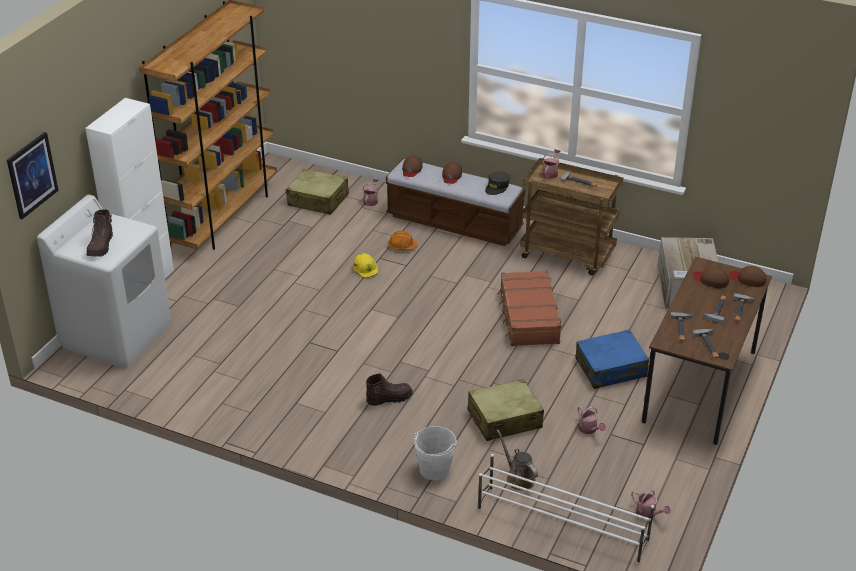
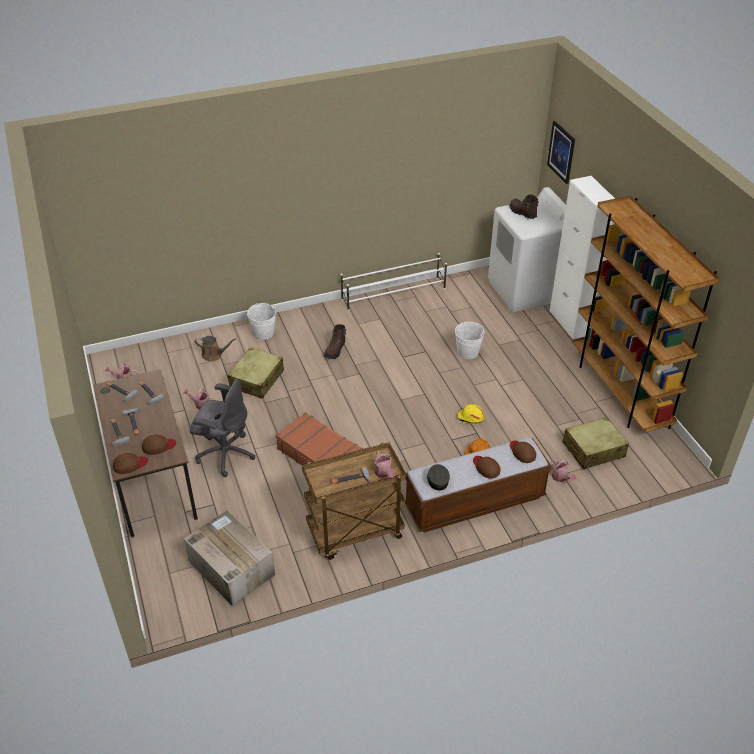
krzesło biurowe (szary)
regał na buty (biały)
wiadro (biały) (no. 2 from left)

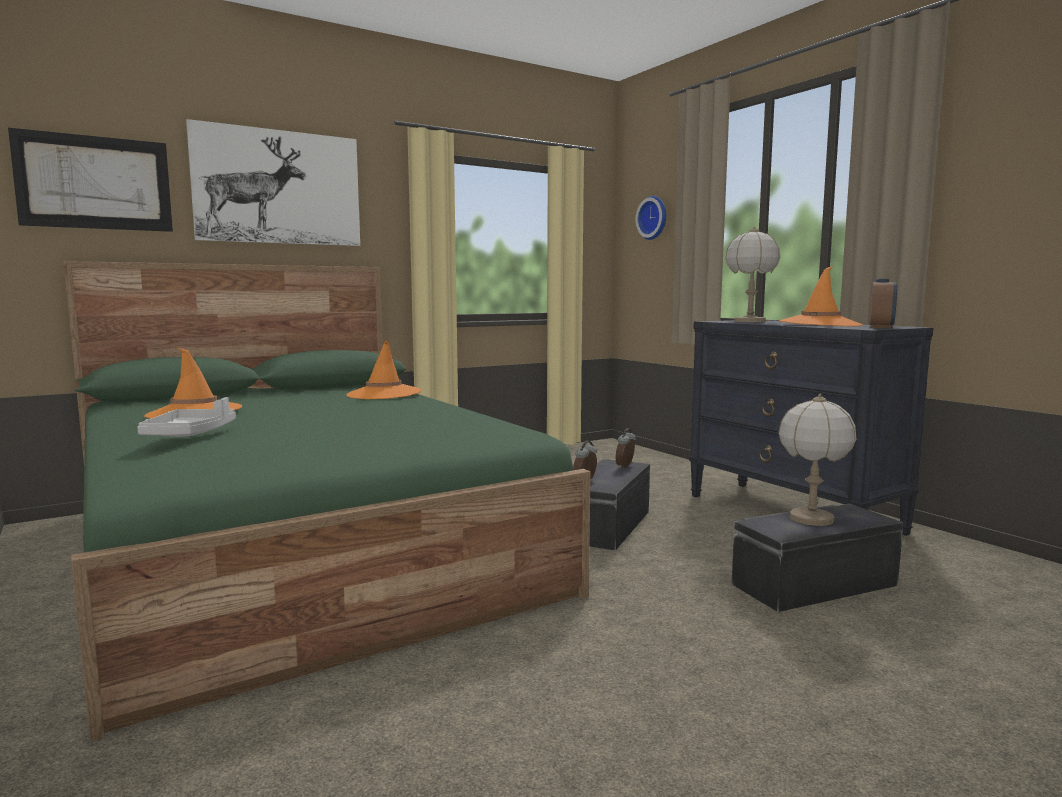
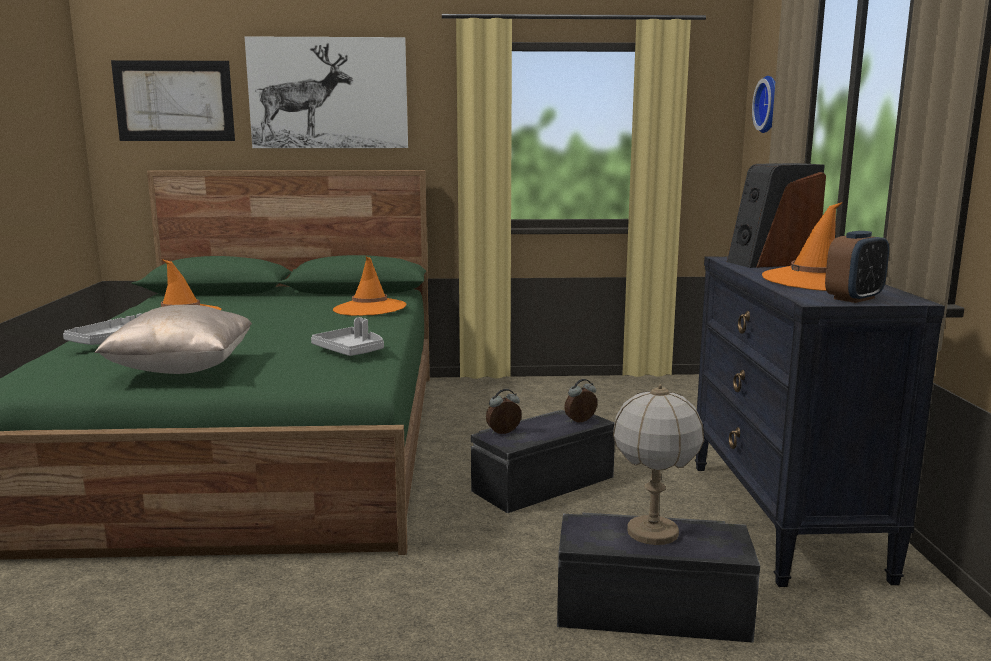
poduszka (beżowy)
taca (szary) (no. 2 from left)
głośnik

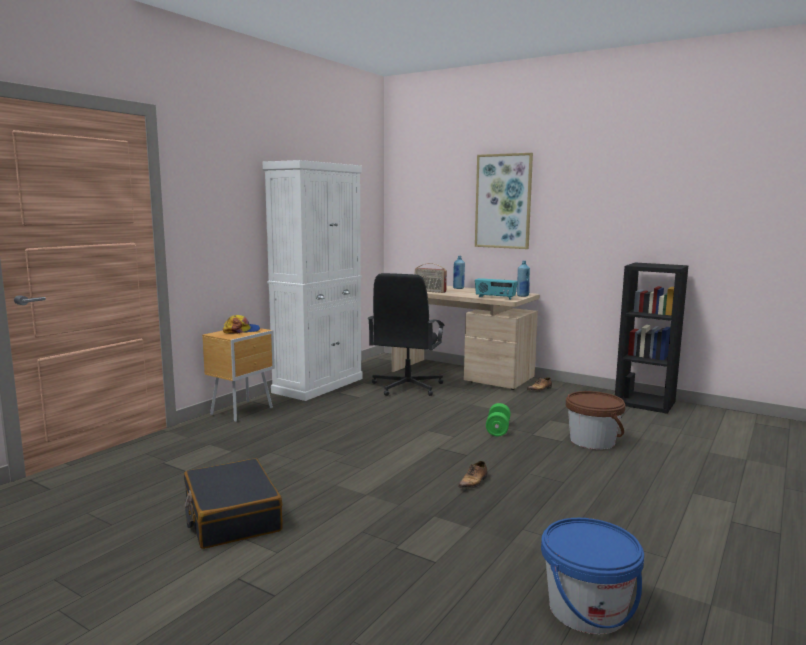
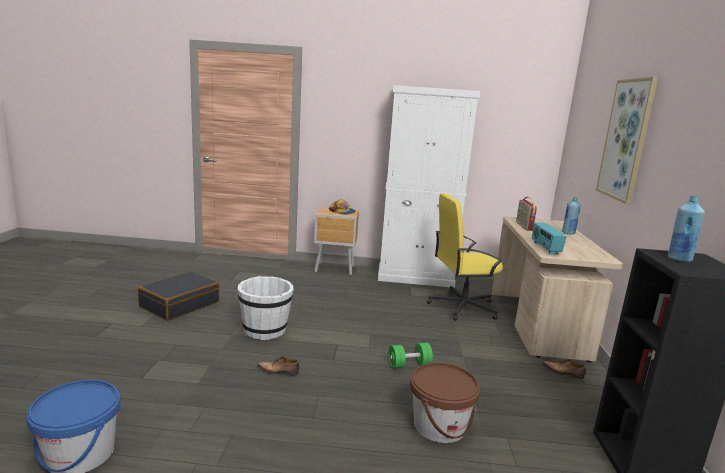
wiadro (biały)
krzesło biurowe (żółty)
butelka (niebieski) (no. 2 from left)

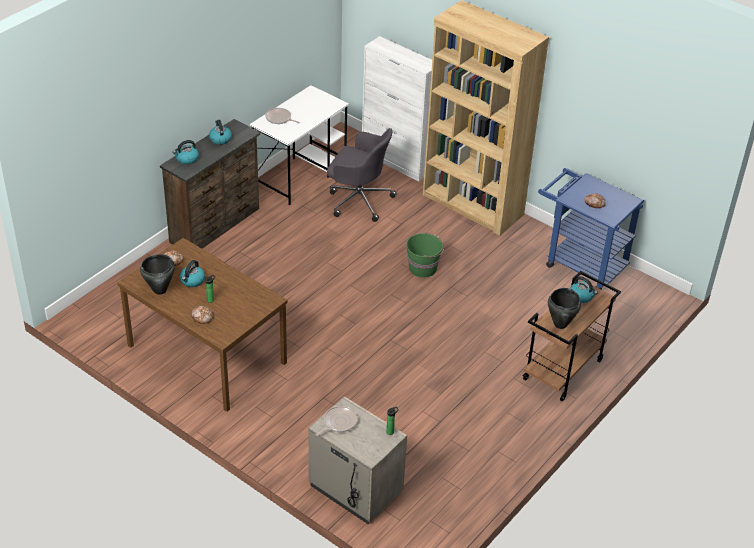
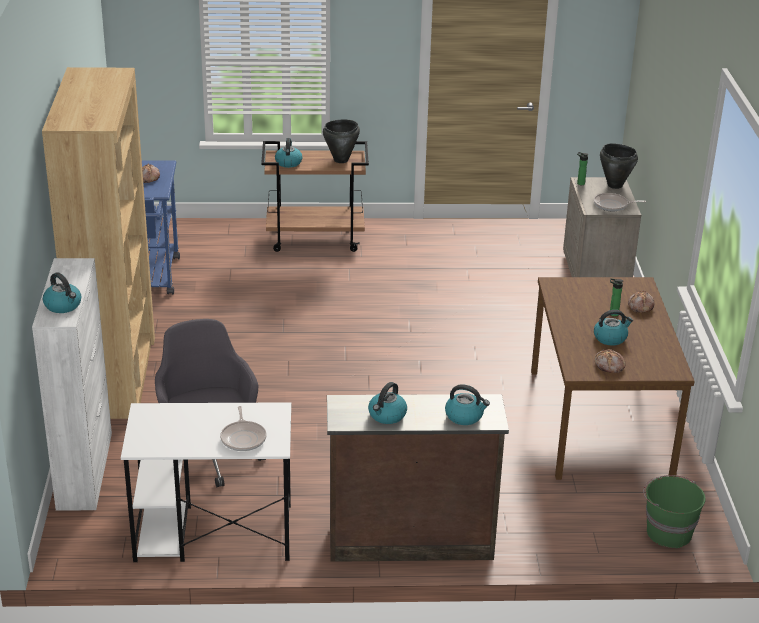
czajnik (no. 1 from left)
garnek (czarny) (no. 2 from left)
wiadro (zielony)

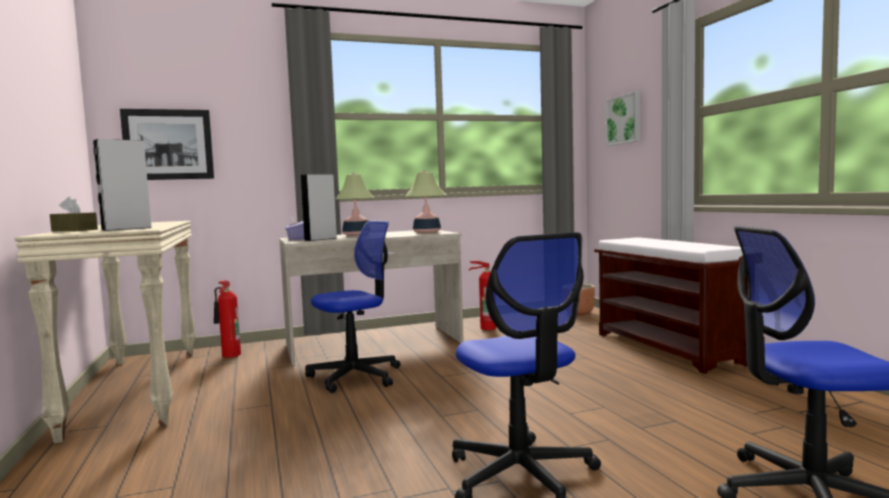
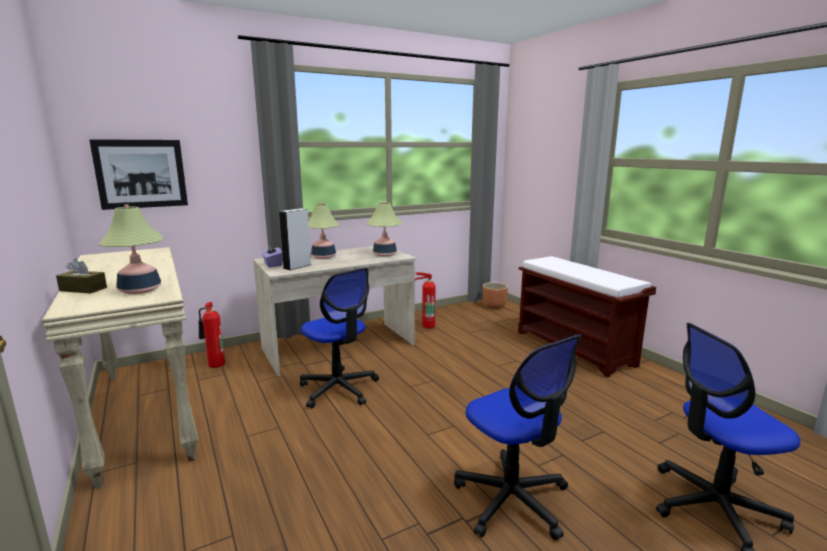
lampa stołowa (no. 1 from left)
krzesło biurowe (no. 1 from left)
obraz (no. 2 from left in the first image)

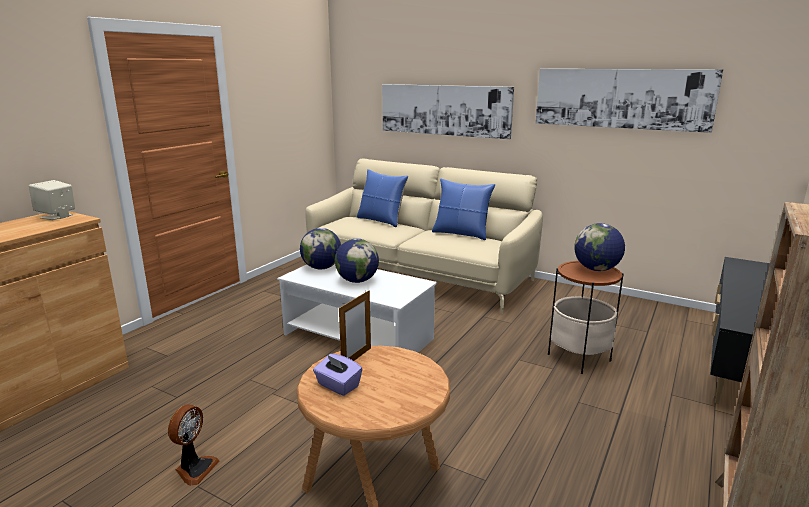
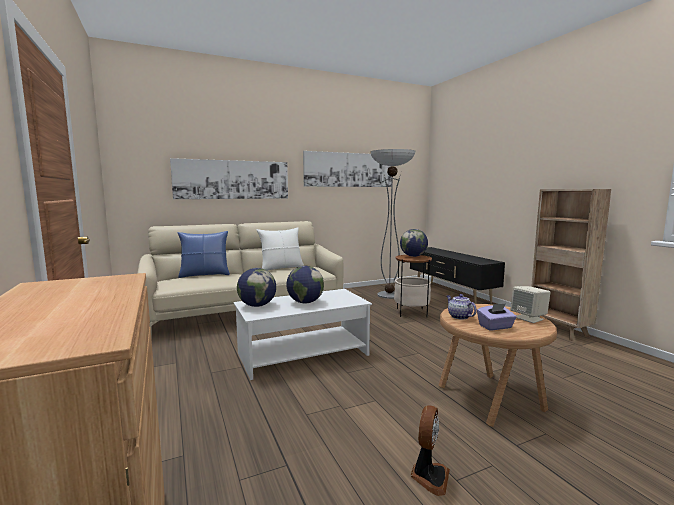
poduszka (biały)
lampa stojąca
wentylator
imbryk
głośnik (beżowy)

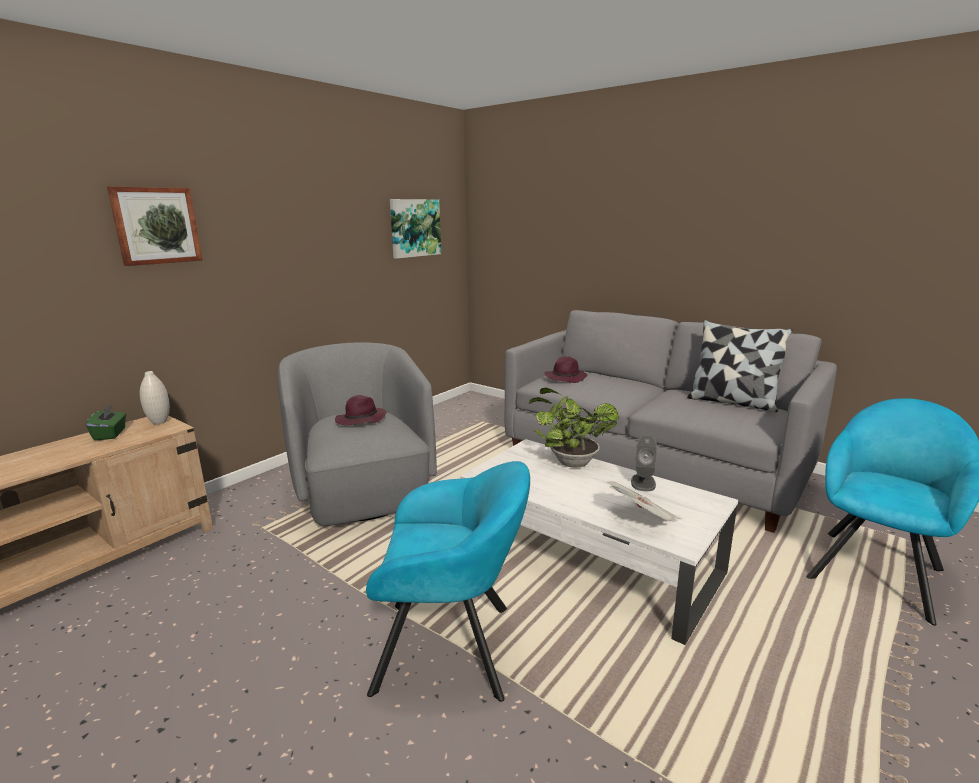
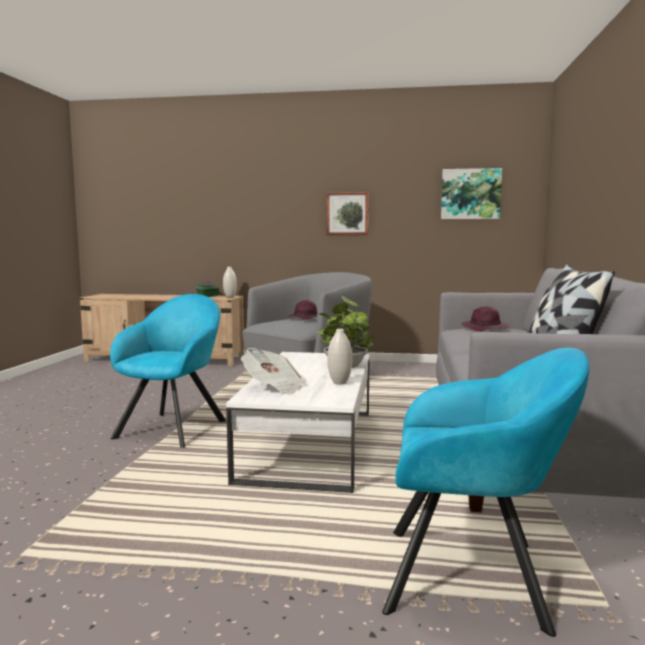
fotel (turkusowy) (no. 1 from left)
obraz (no. 1 from left)
wazon (biały) (no. 2 from left)

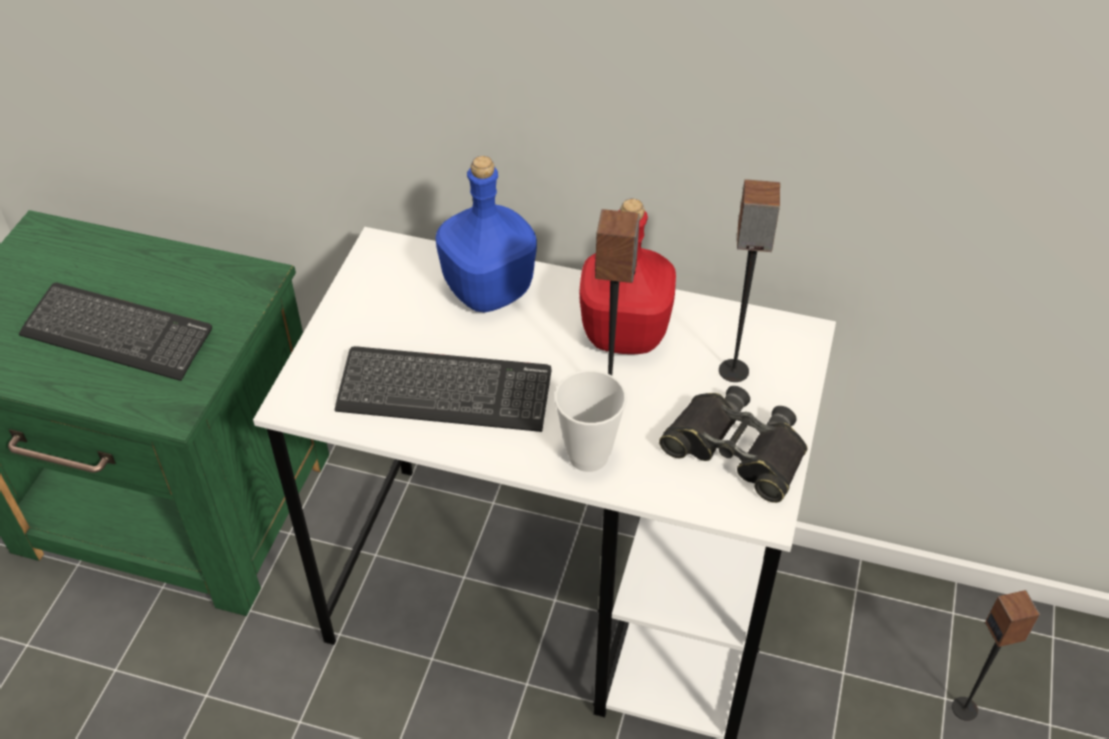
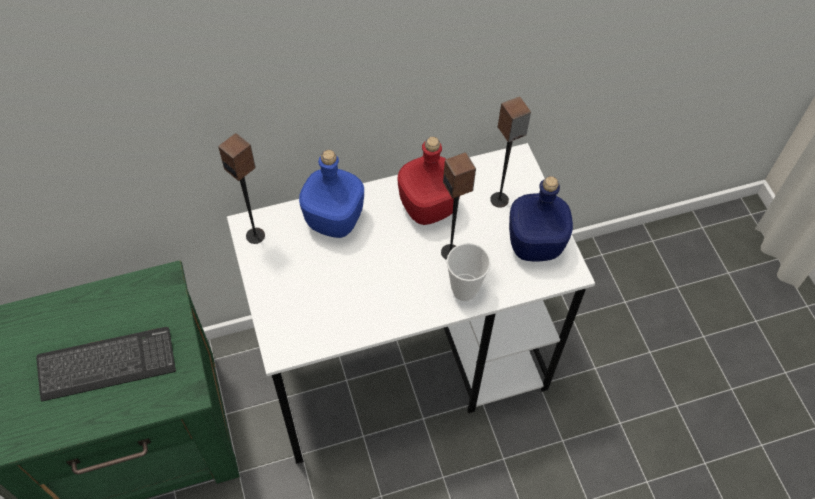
głośnik (no. 1 from left)
butelka (niebieski) (no. 2 from left)
klawiatura (no. 2 from left in the first image)

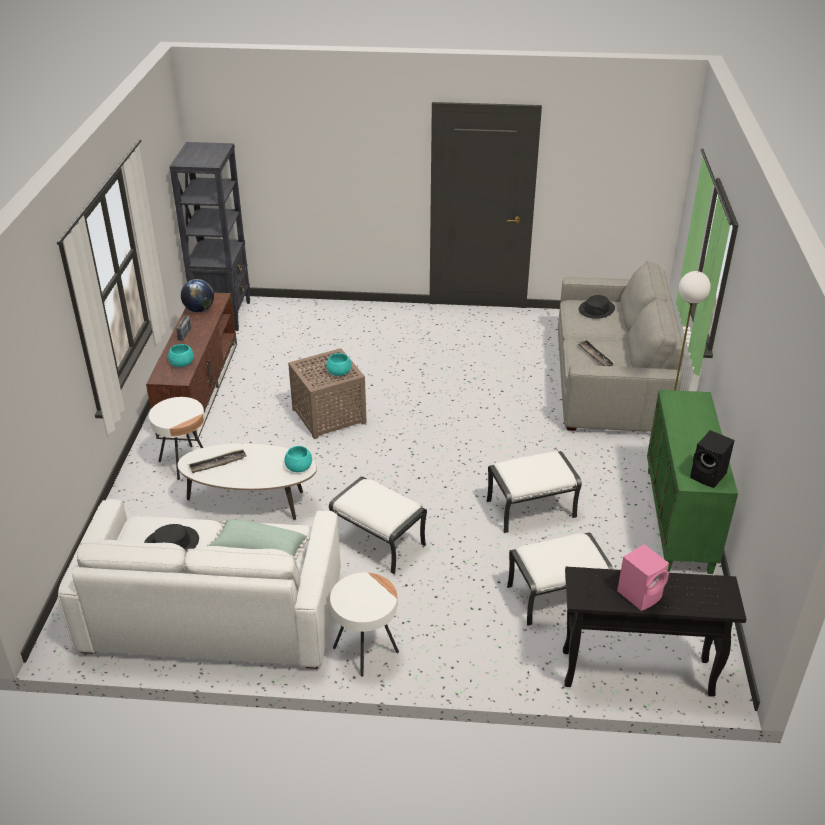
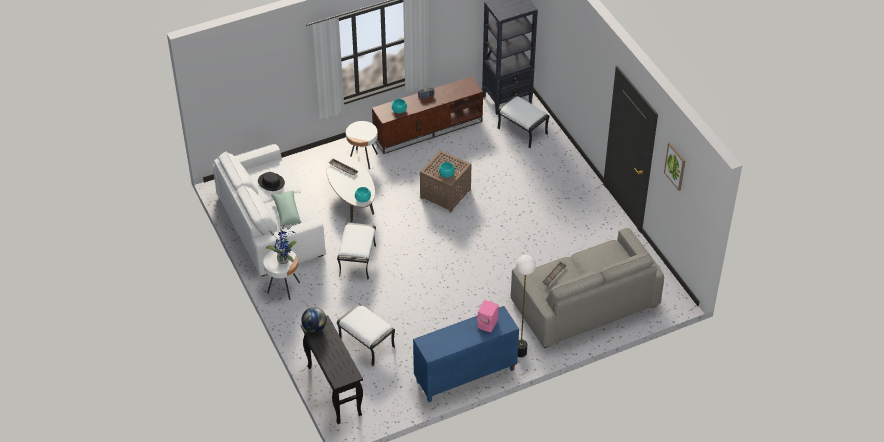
roślina doniczkowa
globus
szafka (niebieski)
głośnik (różowy)
pufa (biały) (no. 3 from left)
obraz
kapelusz (czarny) (no. 2 from left in the first image)
głośnik (czarny)

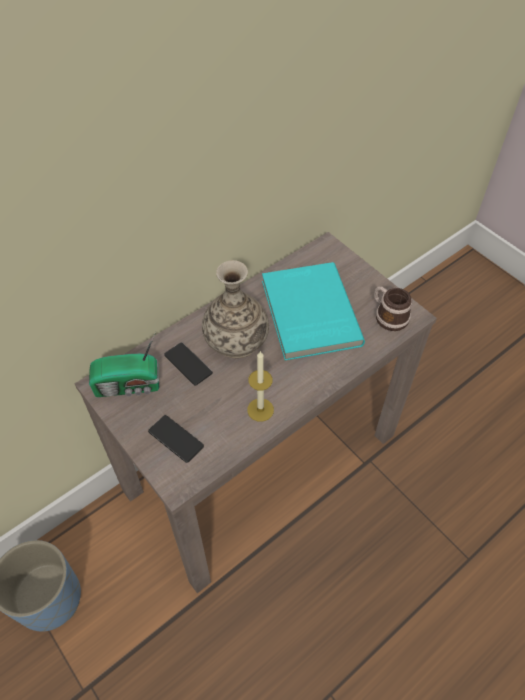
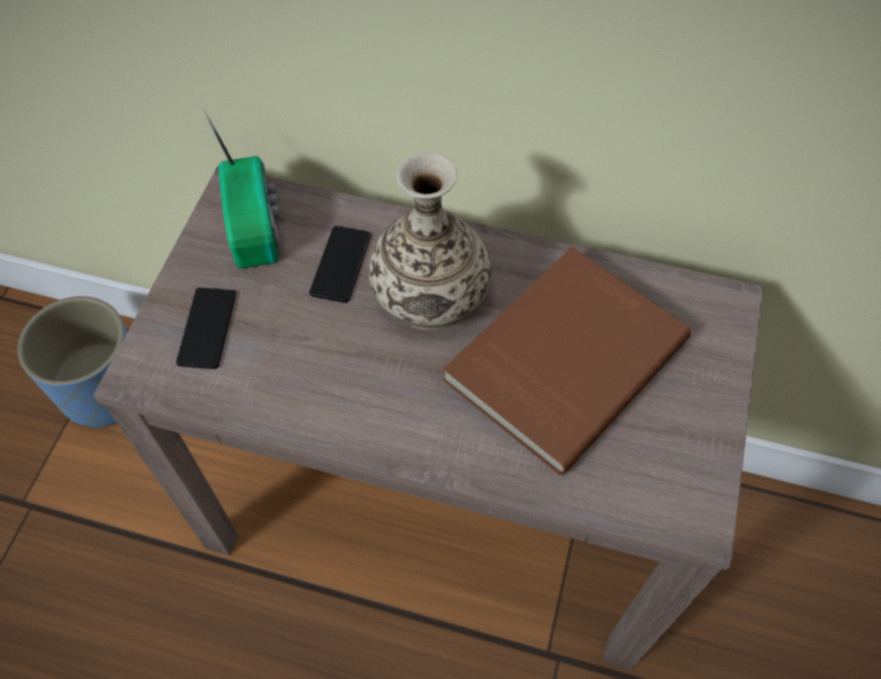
radio
książka (brązowy)
świeca
kubek

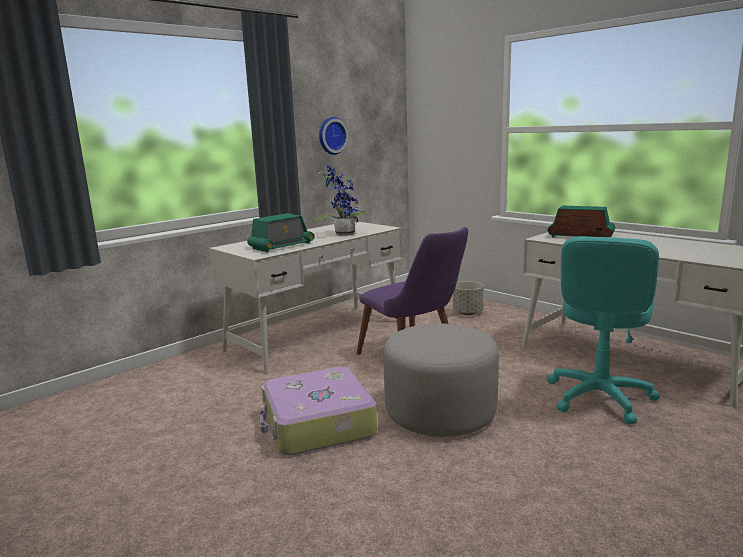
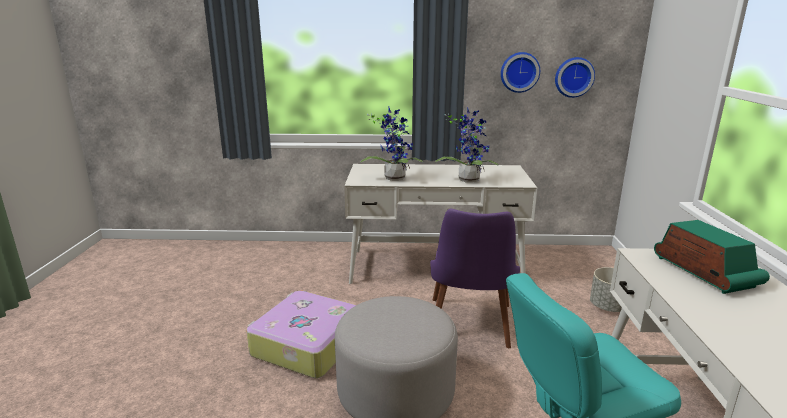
roślina doniczkowa (no. 1 from left)
zegar ścienny (no. 2 from left)

